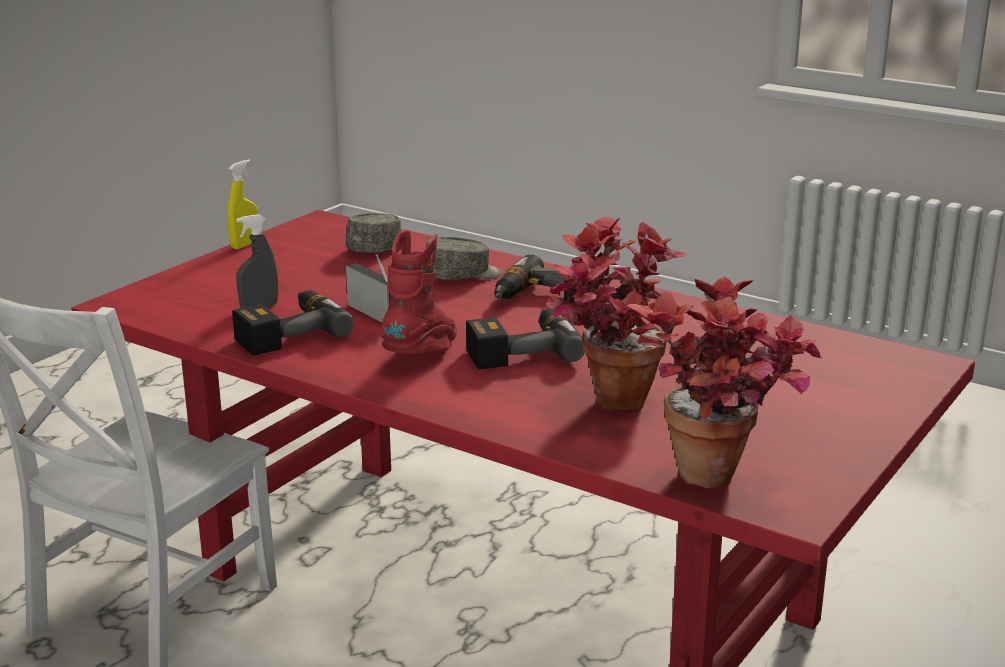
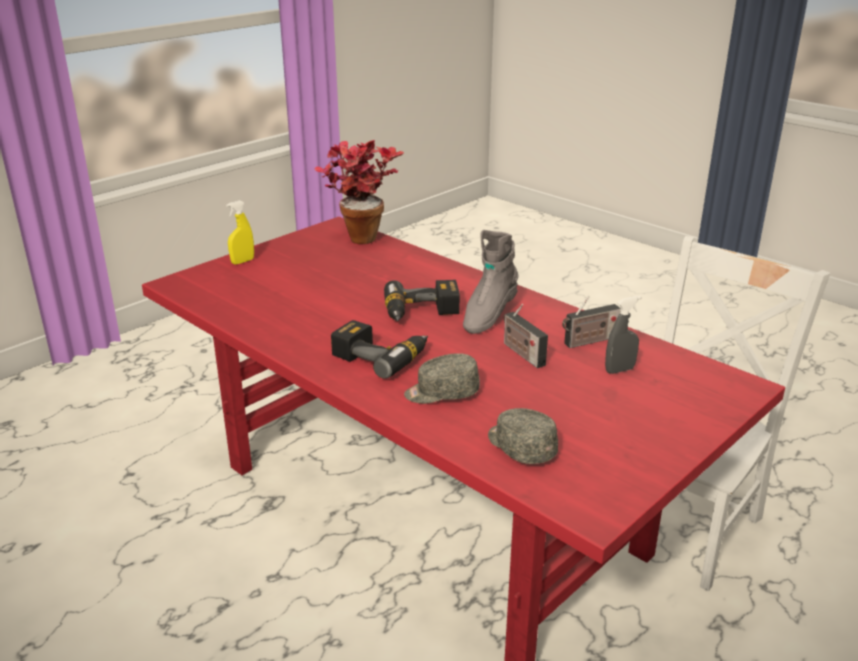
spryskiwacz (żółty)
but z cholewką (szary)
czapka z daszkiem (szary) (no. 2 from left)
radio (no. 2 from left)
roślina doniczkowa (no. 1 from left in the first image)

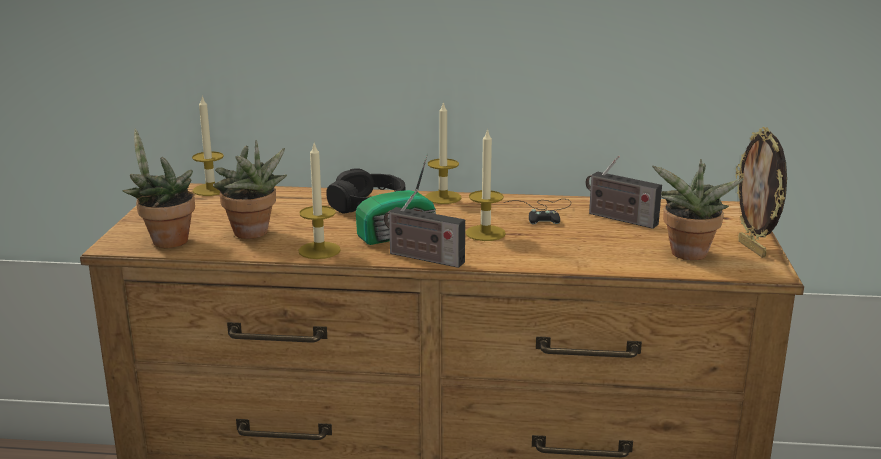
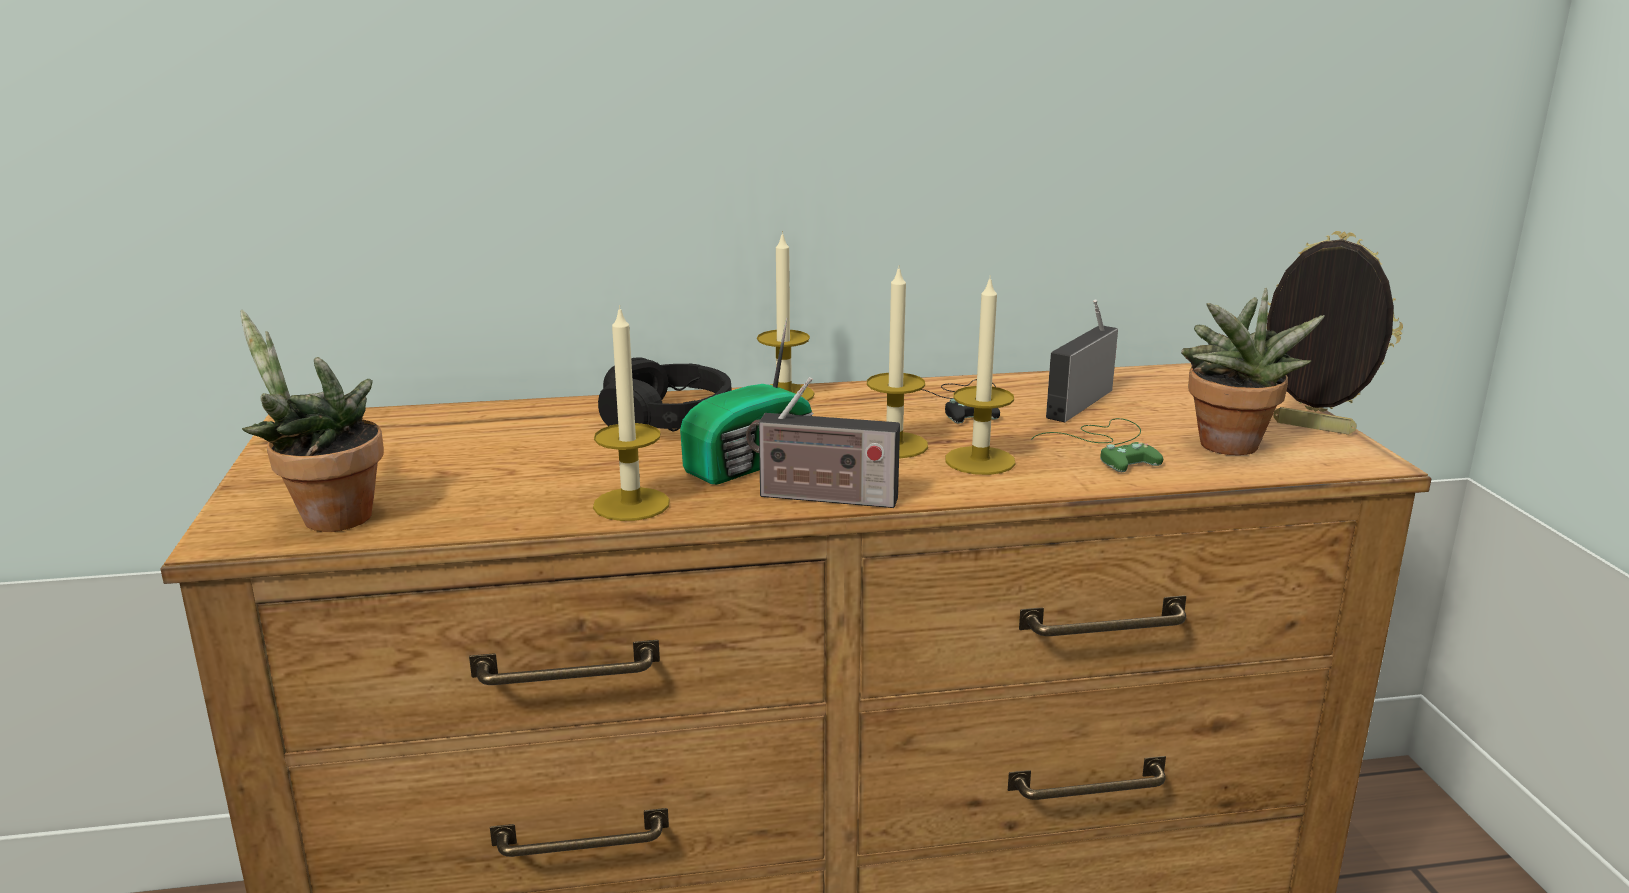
świeca (no. 4 from left)
pad do gier (zielony)
radio (no. 3 from left)
ramka na zdjęcie
roślina doniczkowa (no. 2 from left in the first image)

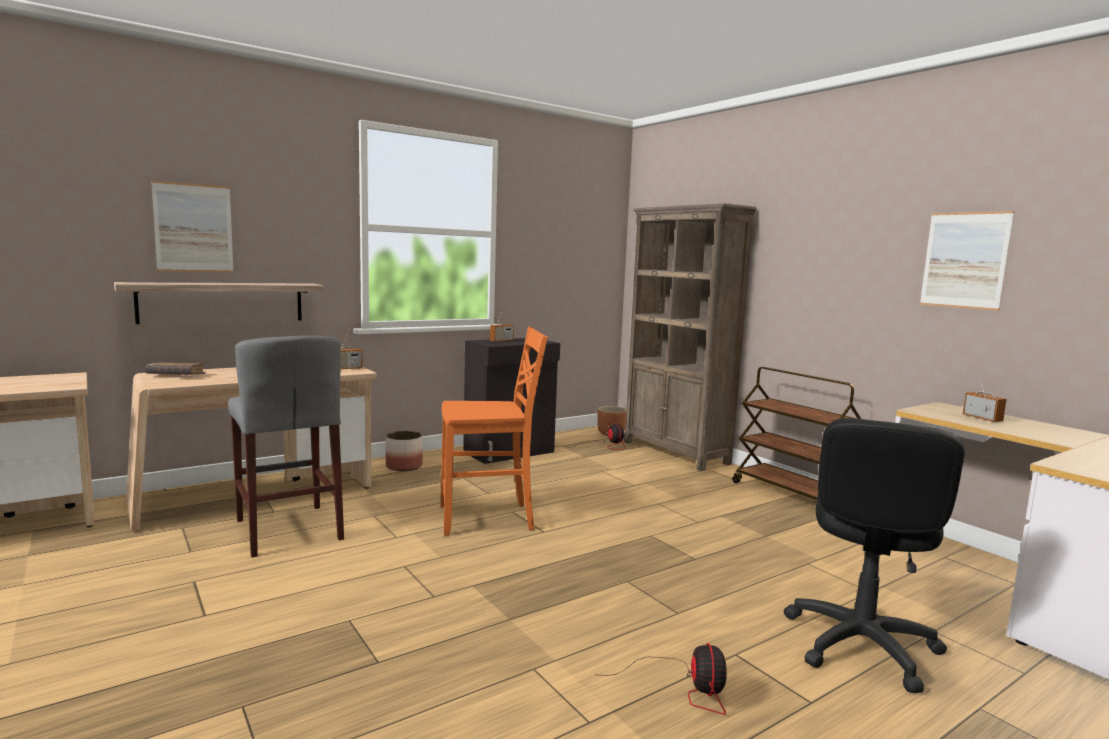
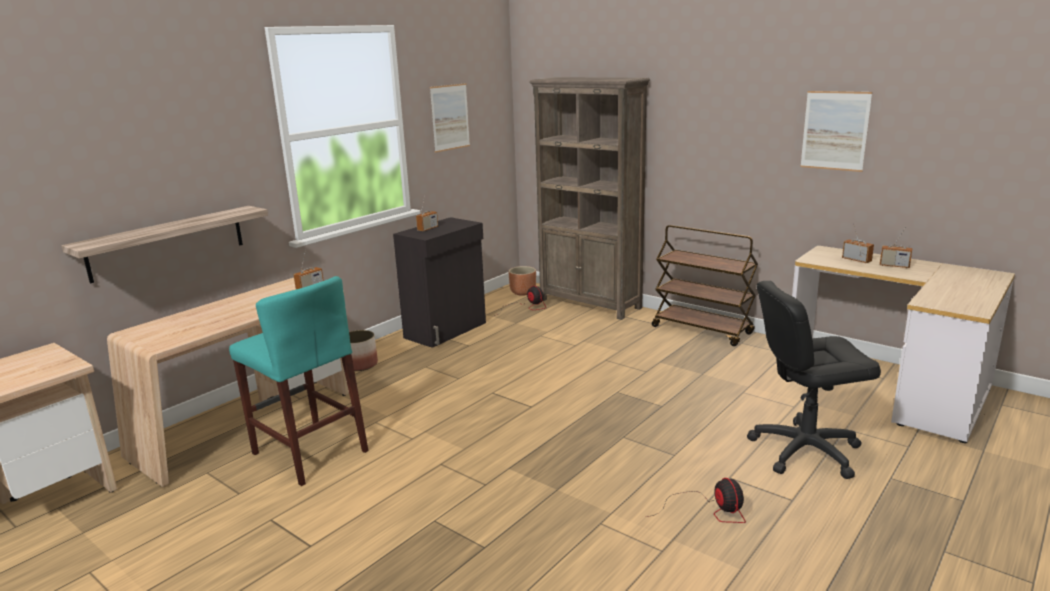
stołek (turkusowy)
obraz (no. 1 from left)
krzesło biurowe (czarny)
radio (no. 4 from left)
książka (brązowy)
krzesło (pomarańczowy)

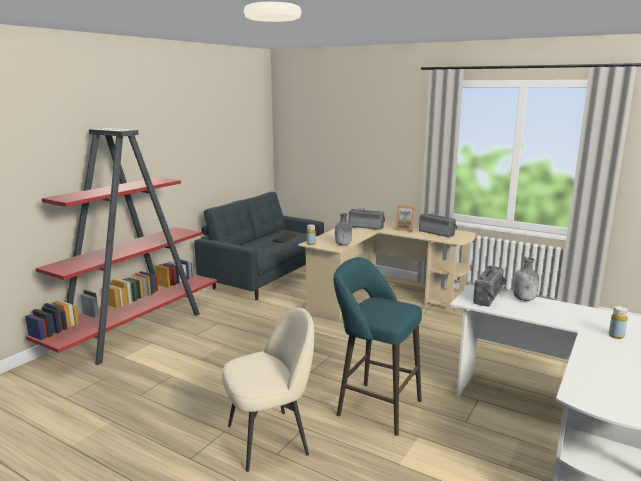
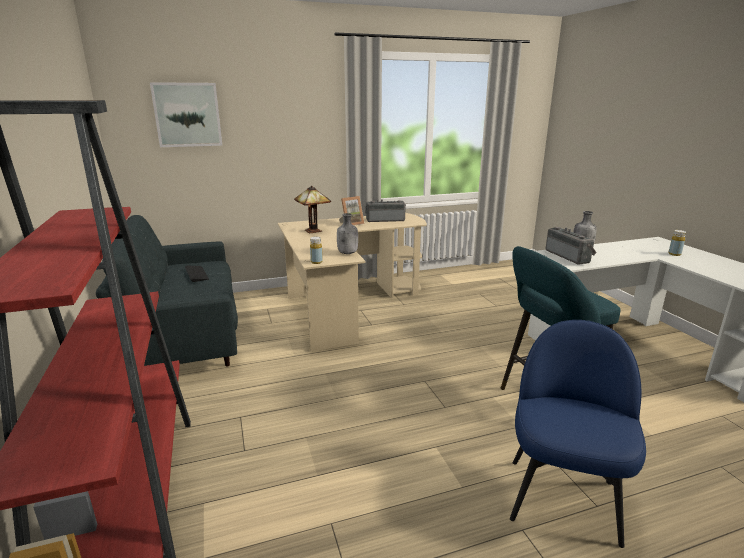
obraz
lampa stołowa
krzesło (niebieski)

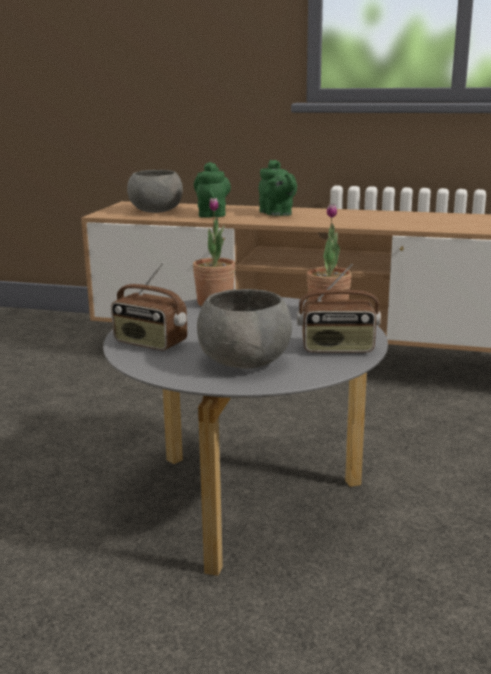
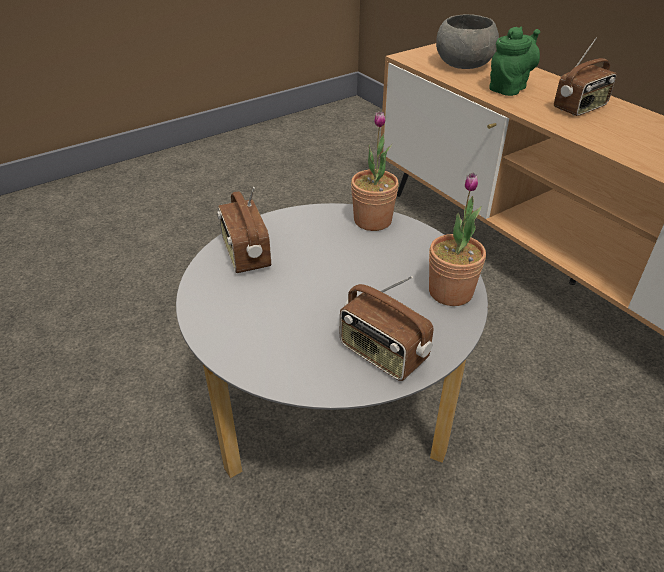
radio (no. 3 from left)
miska (szary) (no. 2 from left in the first image)

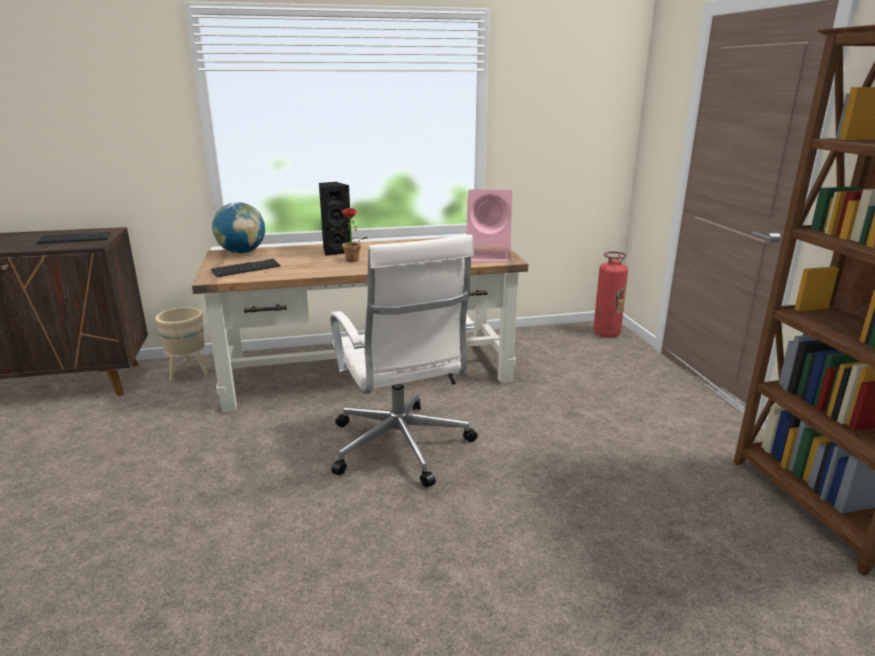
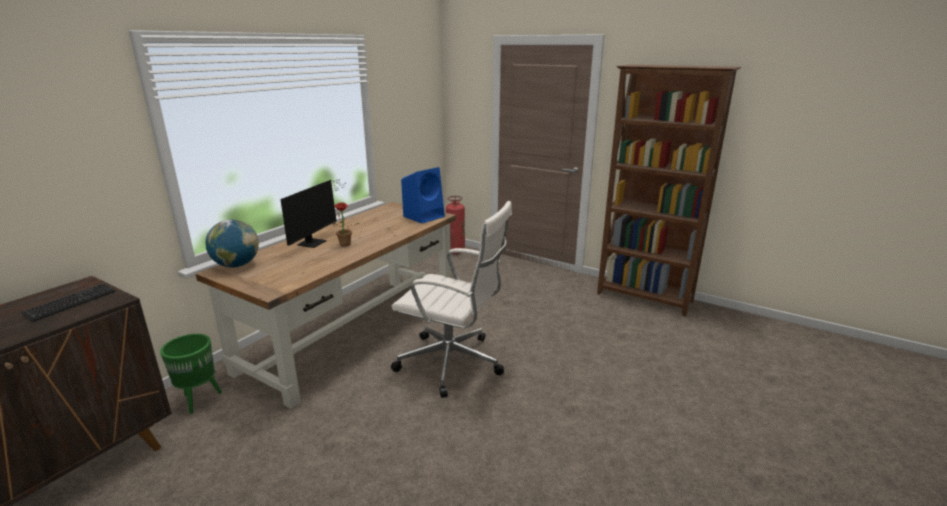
donica (zielony)
monitor
głośnik (niebieski)
klawiatura (no. 2 from left in the first image)

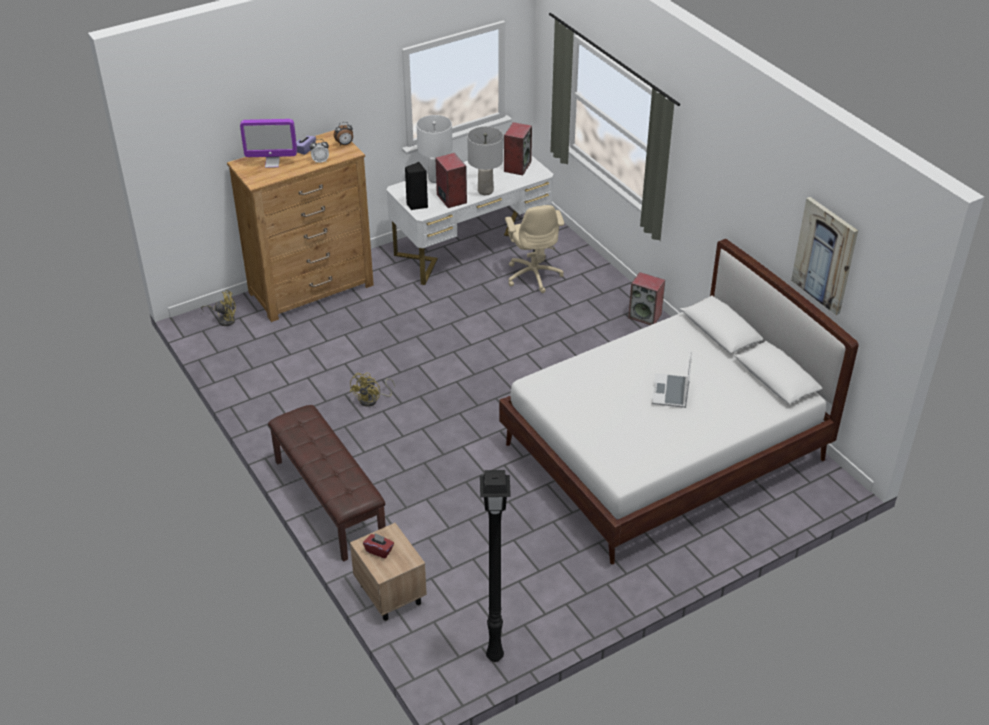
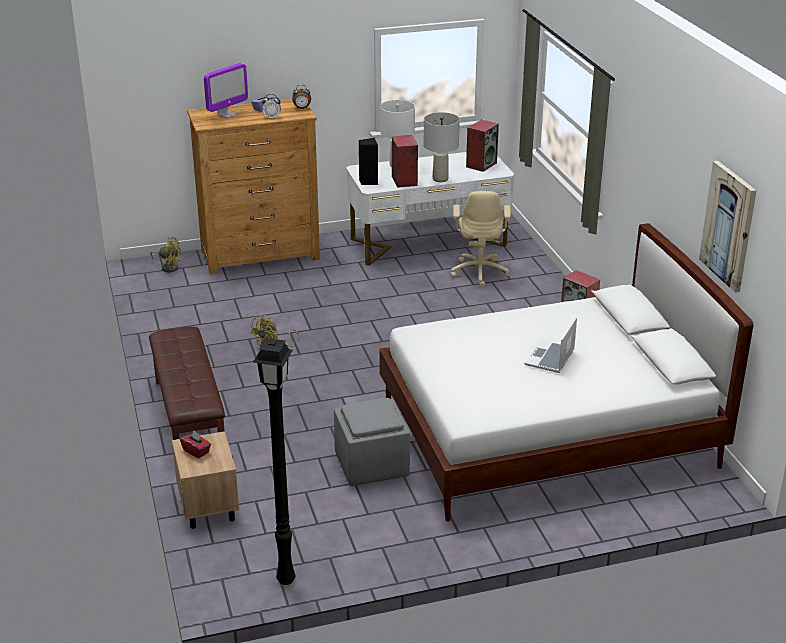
monitor
pufa (szary)

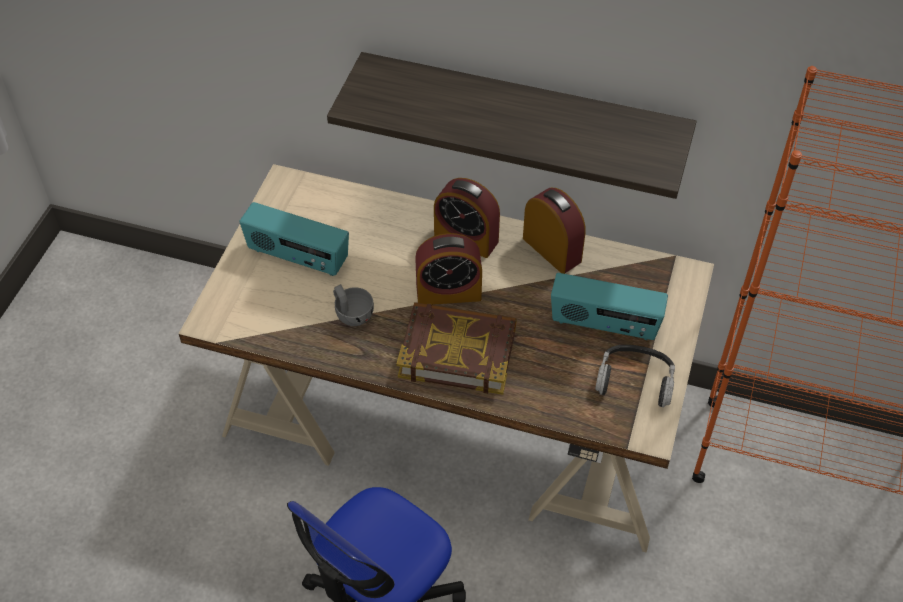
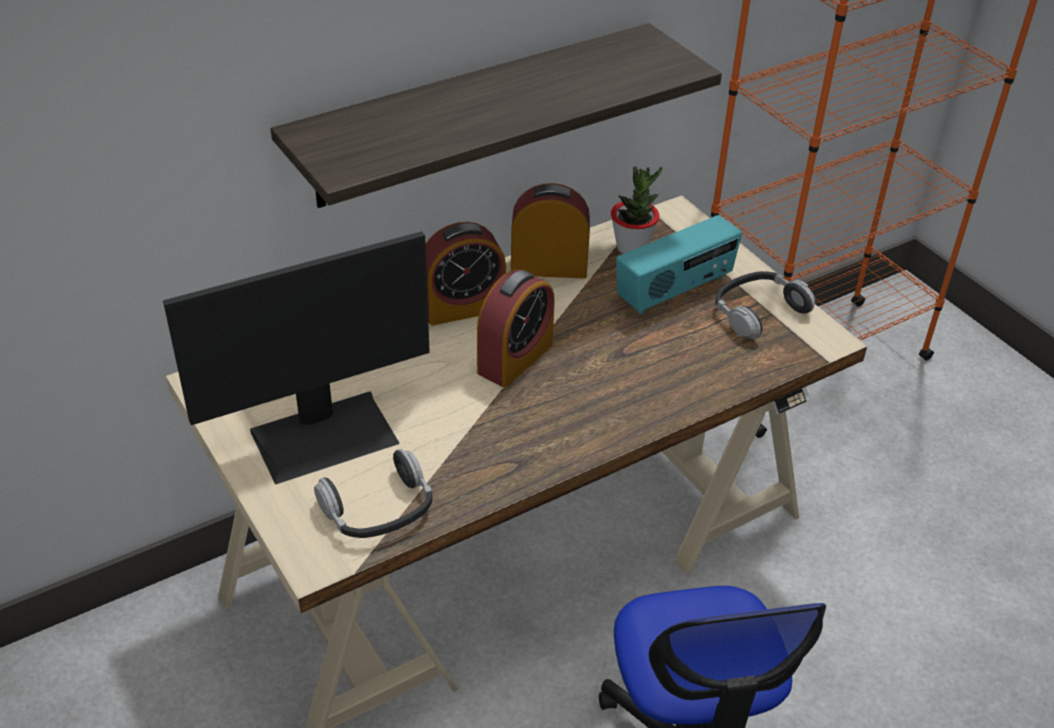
monitor
słuchawki (no. 1 from left)
roślina doniczkowa
filiżanka (szary)
książka

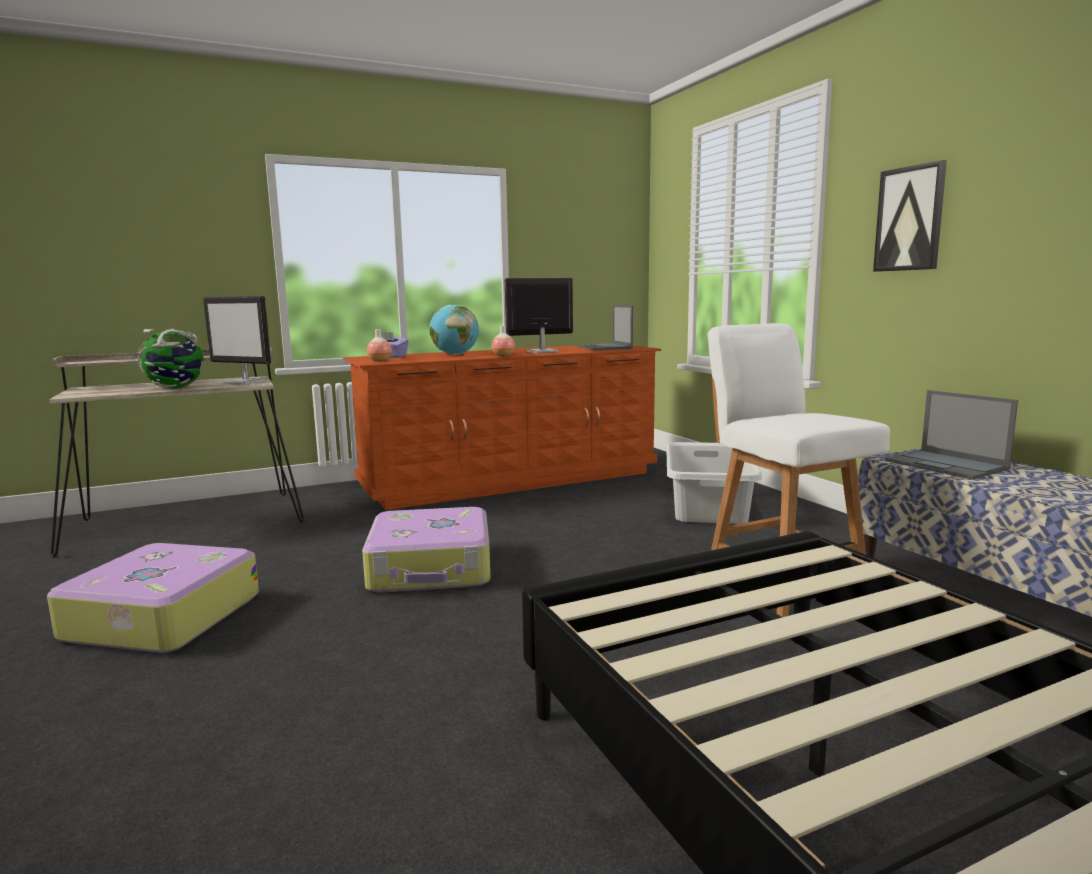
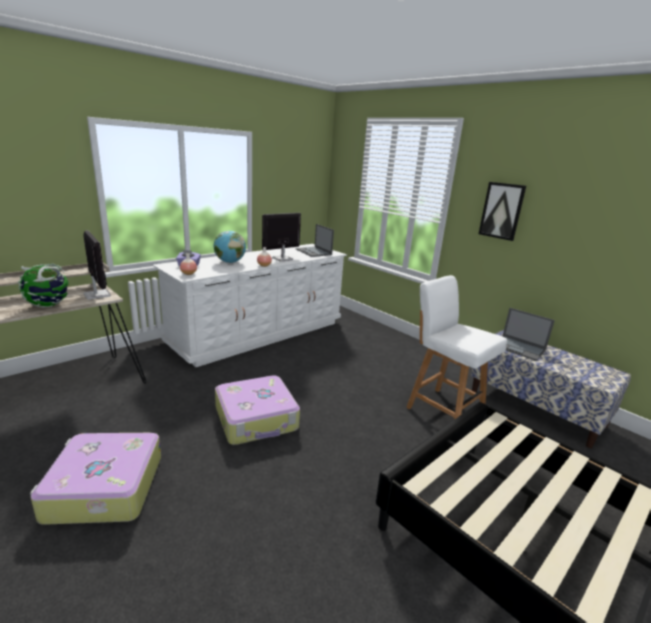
monitor (no. 1 from left)
komoda (biały)
kosz na pranie (szary)

